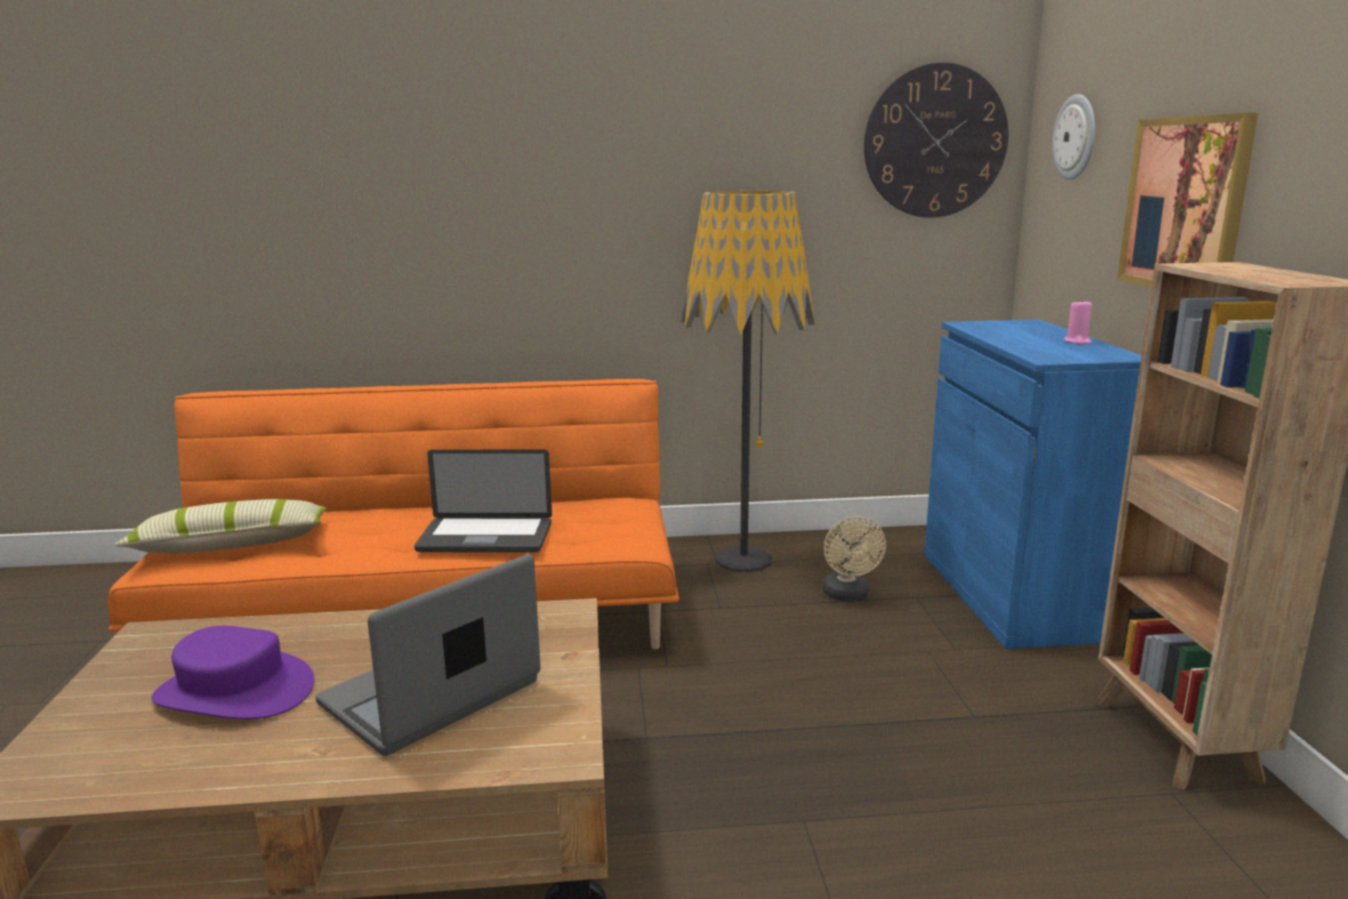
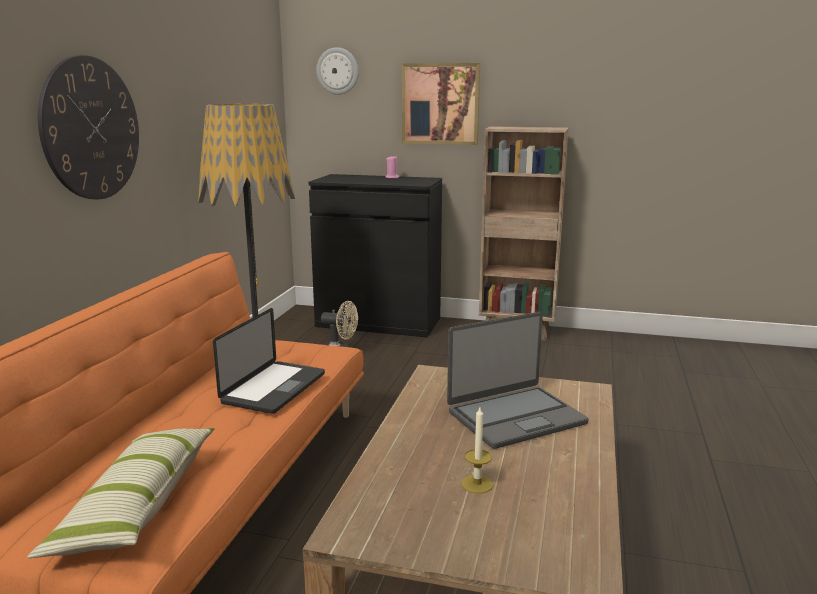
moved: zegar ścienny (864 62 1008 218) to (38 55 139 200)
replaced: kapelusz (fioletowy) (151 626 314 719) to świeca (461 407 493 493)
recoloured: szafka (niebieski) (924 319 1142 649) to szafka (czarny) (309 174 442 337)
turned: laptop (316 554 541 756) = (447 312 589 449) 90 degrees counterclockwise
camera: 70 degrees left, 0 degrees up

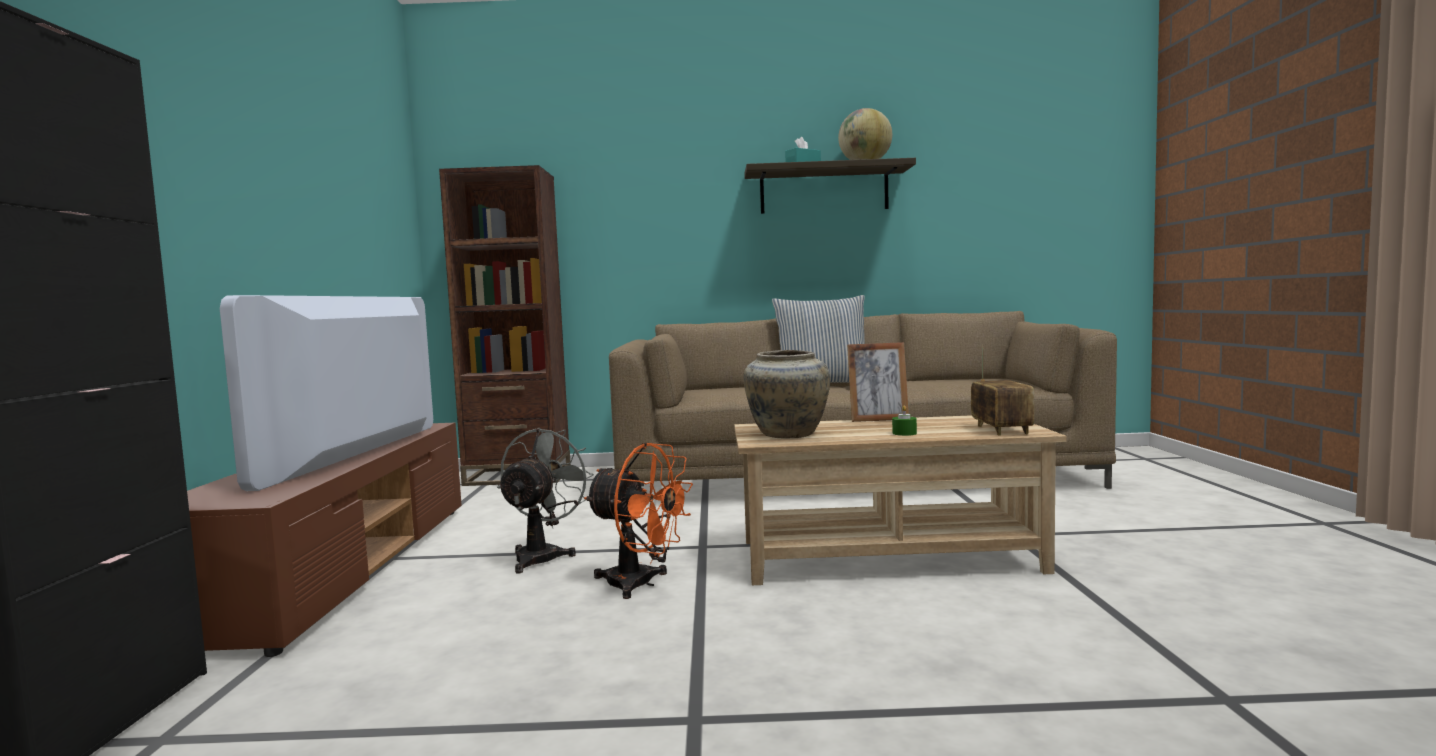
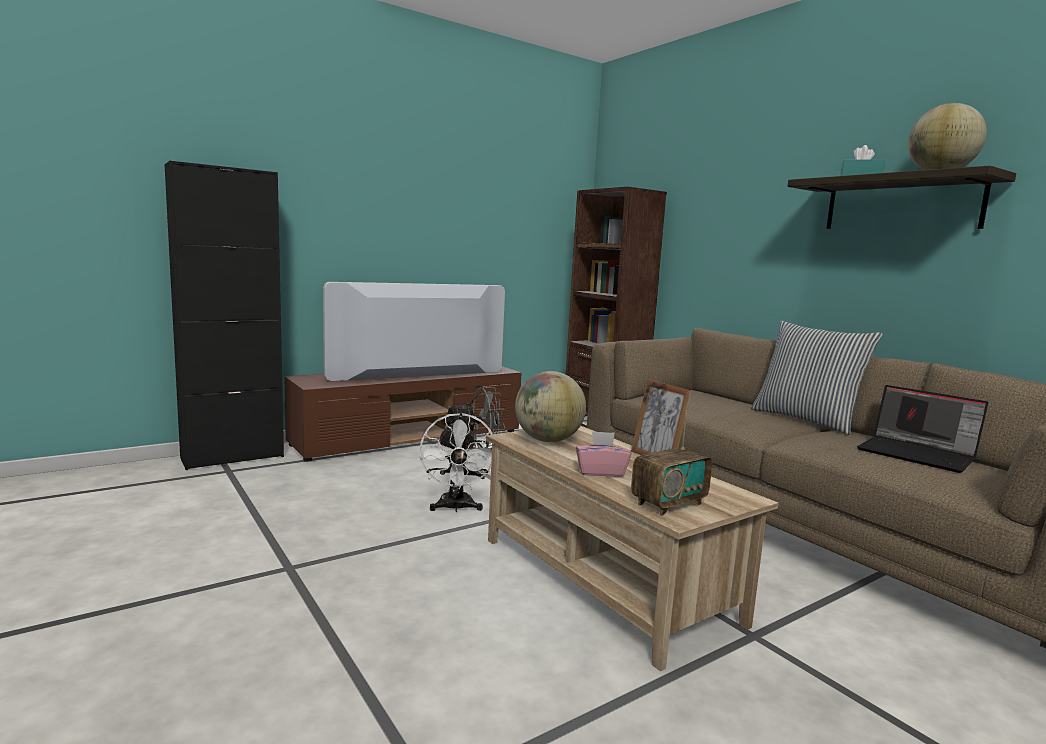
added: laptop (857 385 988 473)
replaced: wazon (beżowy) (743 350 830 439) to globus (515 371 586 442); świeca (zielony) (892 405 917 436) to pudełko chusteczek (różowy) (576 431 631 477)
recoloured: wentylator (pomarańczowy) (584 443 693 599) to wentylator (biały) (420 413 493 512)
camera: 55 degrees right, 5 degrees up

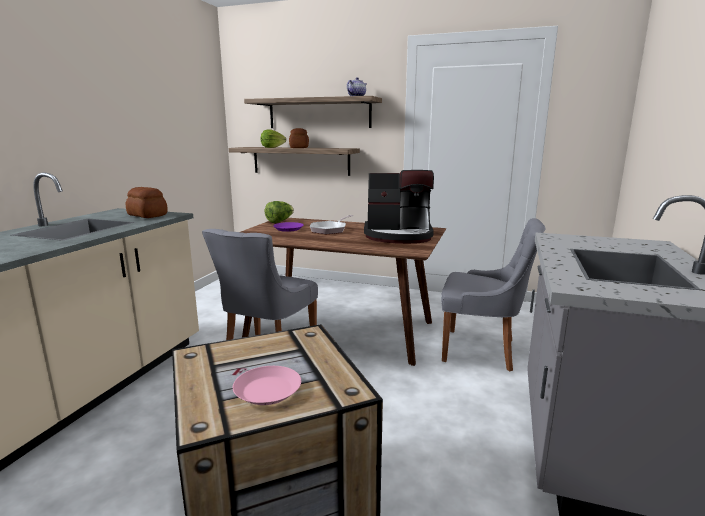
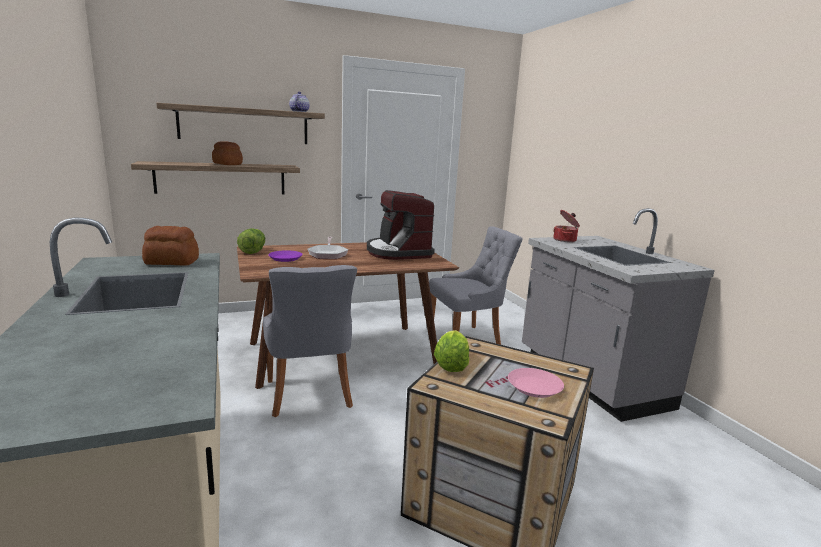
added: garnek (553 210 580 242)
moved: sałata (261 129 286 148) to (434 330 469 372)
turned: ekspres do kawy (364 170 434 244) = (367 190 435 260) 105 degrees clockwise
camera: 40 degrees left, 0 degrees up

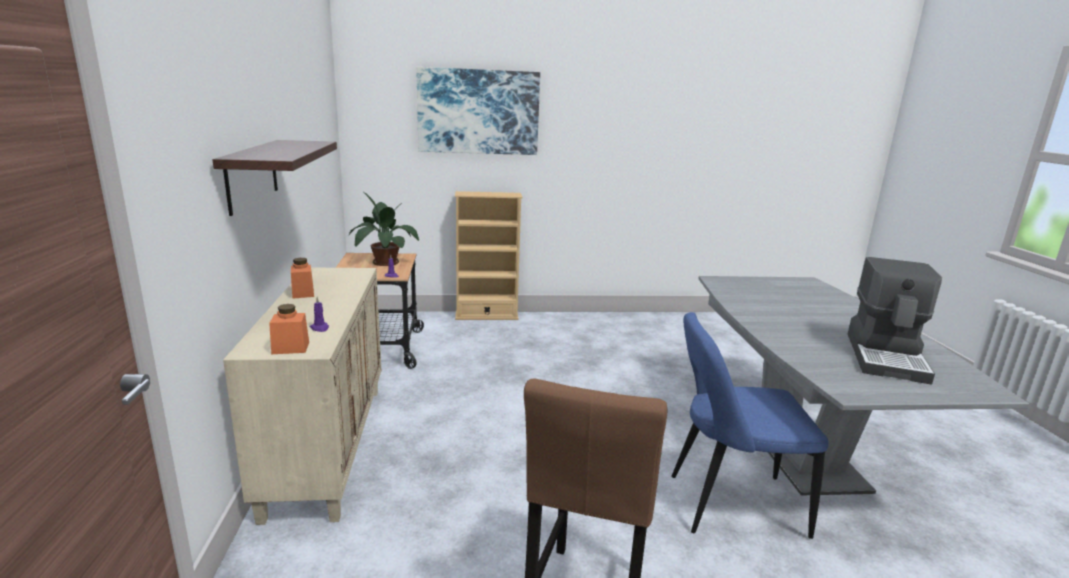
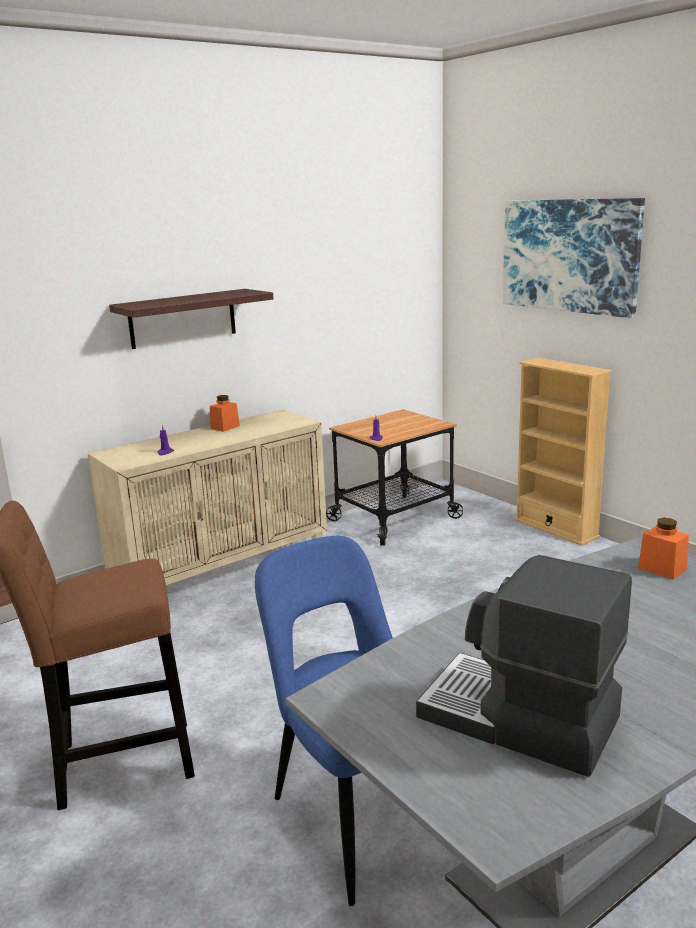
removed: roślina doniczkowa (349 192 419 266)
moved: słoik (pomarańczowy) (269 304 309 354) to (638 518 689 580)
turned: ekspres do kawy (848 257 942 385) = (416 555 632 777) 45 degrees clockwise
camera: 60 degrees right, 0 degrees up

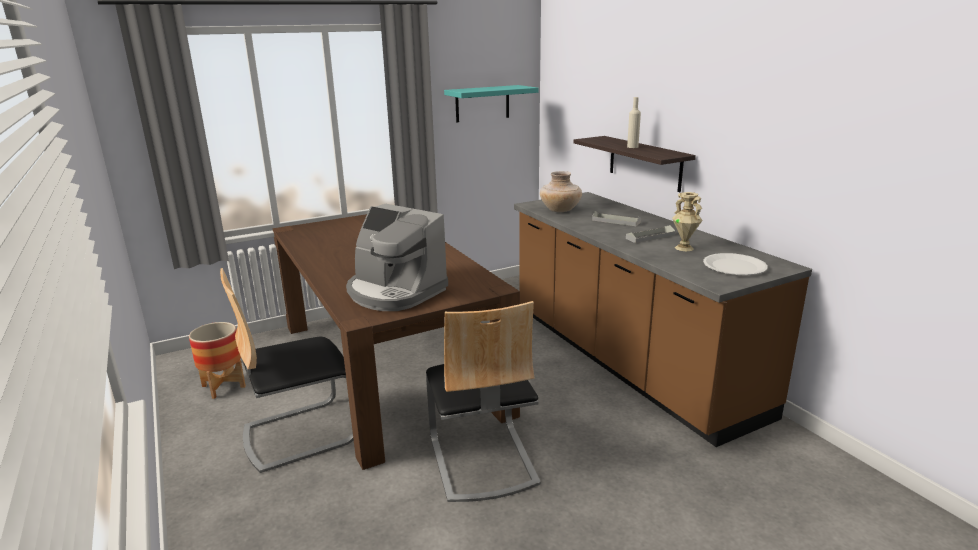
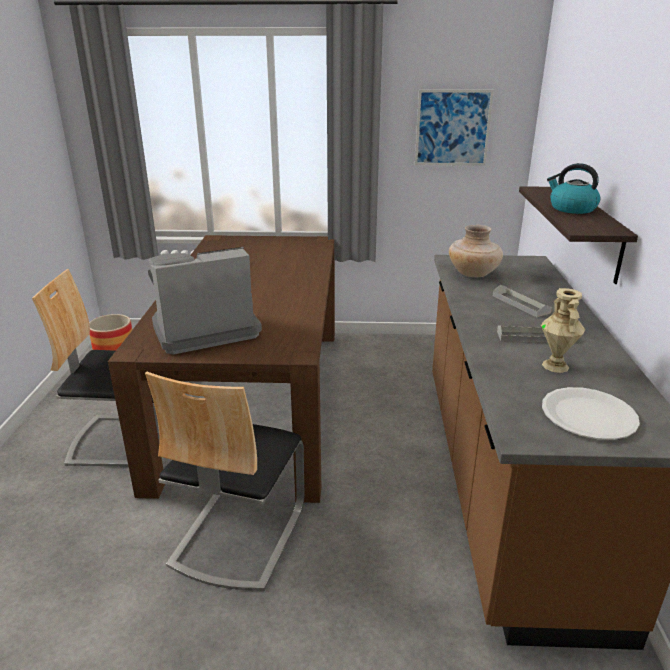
replaced: półka (turkusowy) (444 85 538 122) to obraz (415 90 494 166); butelka (beżowy) (627 97 641 148) to czajnik (547 163 600 214)
turned: ekspres do kawy (346 204 448 311) = (148 247 262 355) 90 degrees clockwise
camera: 30 degrees right, 5 degrees up

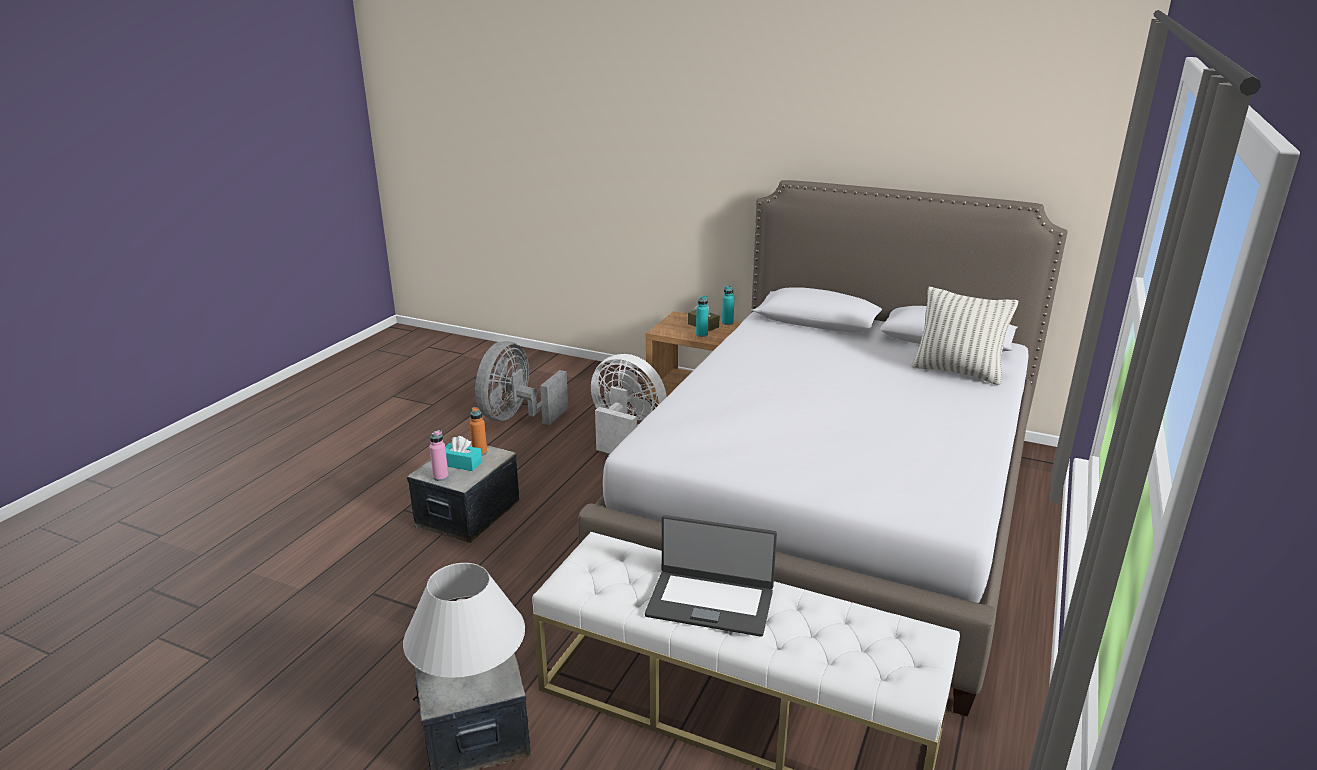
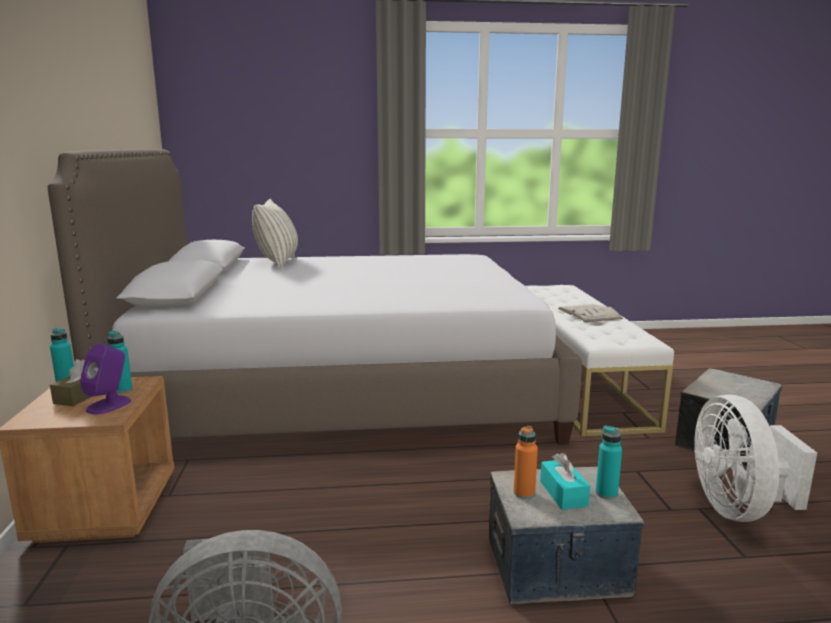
removed: lampa stołowa (biały) (403 563 525 678)
added: głośnik (fioletowy) (80 344 131 414)
moved: wentylator (biały) (591 354 666 454) to (694 395 817 522)
replaced: laptop (645 515 777 637) to książka (biały) (558 304 623 322)
recoloured: butelka (różowy) (429 430 449 481) to butelka (turkusowy) (596 426 622 499)
camera: 120 degrees left, 10 degrees down

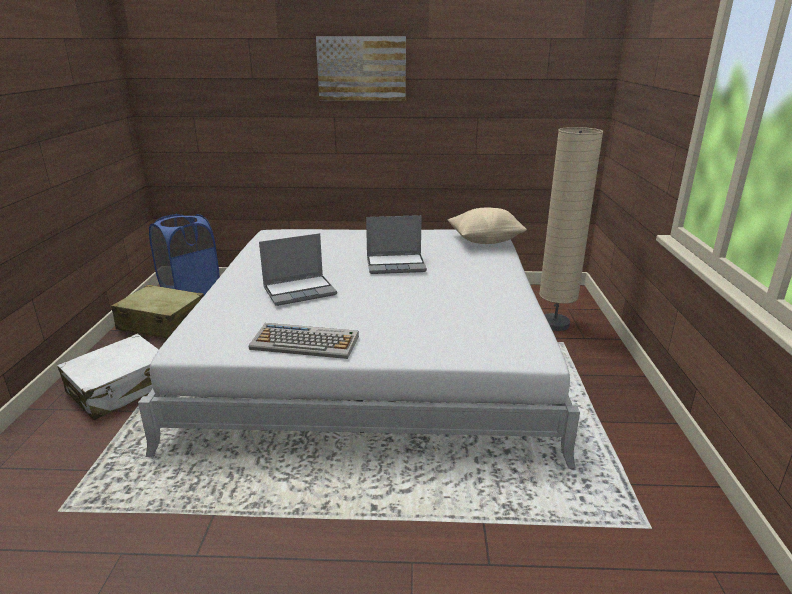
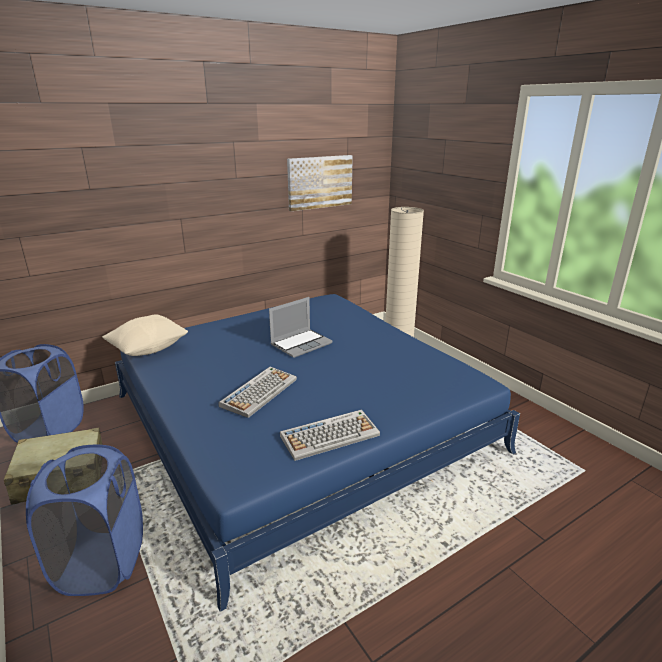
moved: obraz (316 37 406 101) to (287 155 353 211); poduszka (beżowy) (448 208 527 244) to (102 314 188 356)
replaced: walizka (biały) (57 334 159 420) to kosz na pranie (niebieski) (26 445 143 596); laptop (259 233 337 306) to klawiatura (218 367 297 418)
recoloured: łóżko (biały) (138 229 580 468) to łóżko (niebieski) (115 294 520 612)
camera: 35 degrees left, 0 degrees up

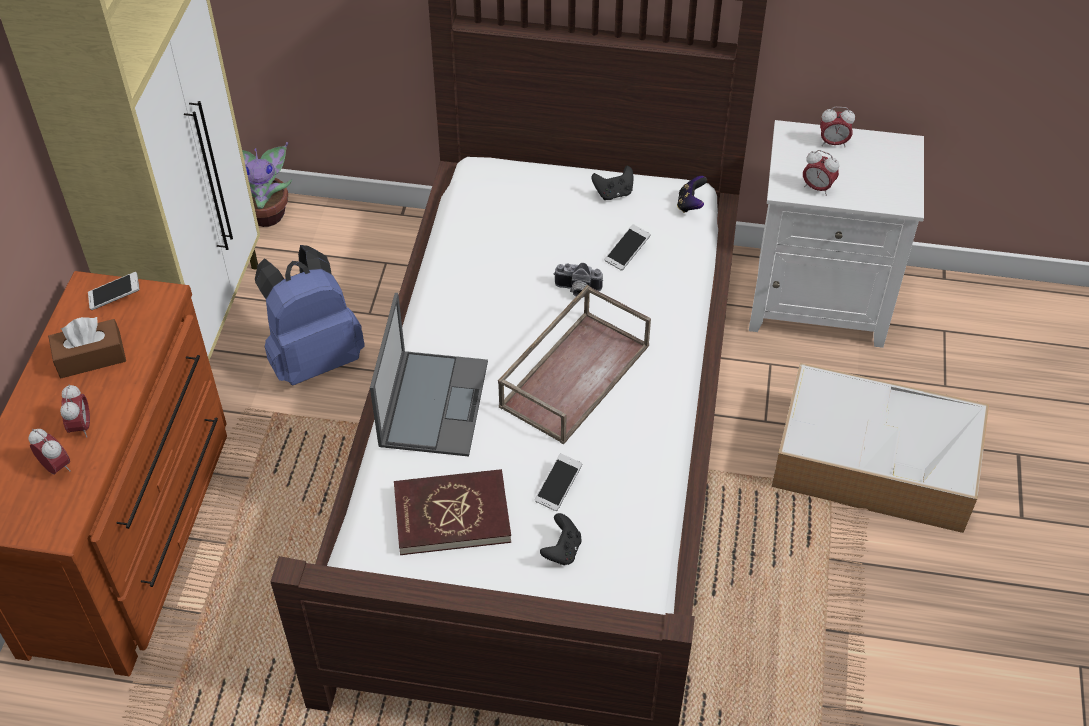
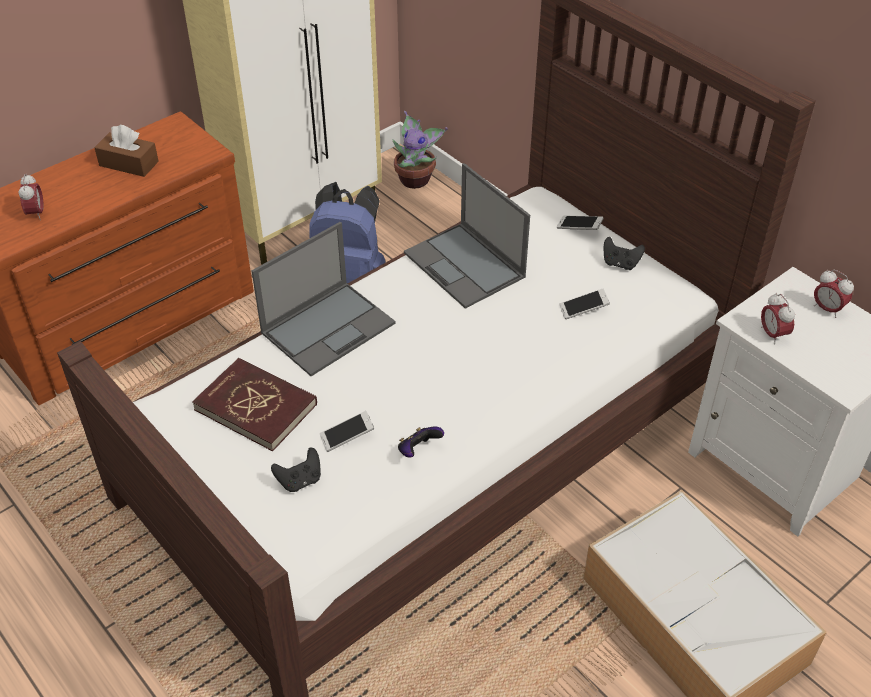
removed: budzik (60 384 90 438); taca (brązowy) (498 285 651 445); aparat fotograficzny (554 263 603 298)
added: laptop (404 163 530 309)
moved: telefon (88 272 140 310) to (557 216 604 230); pad do gier (677 176 707 213) to (398 427 444 458)
camera: 40 degrees right, 5 degrees down

